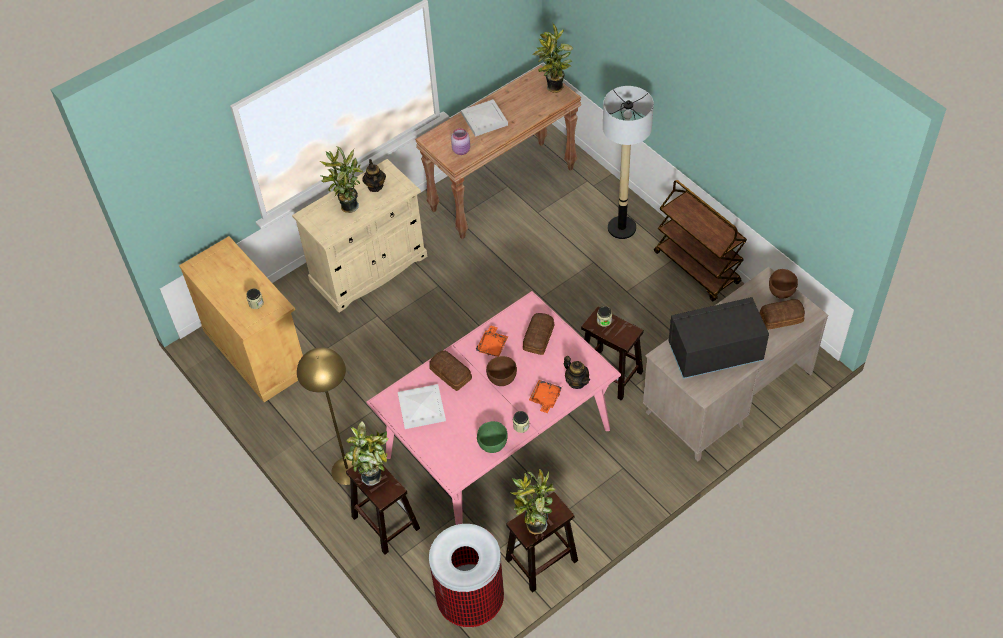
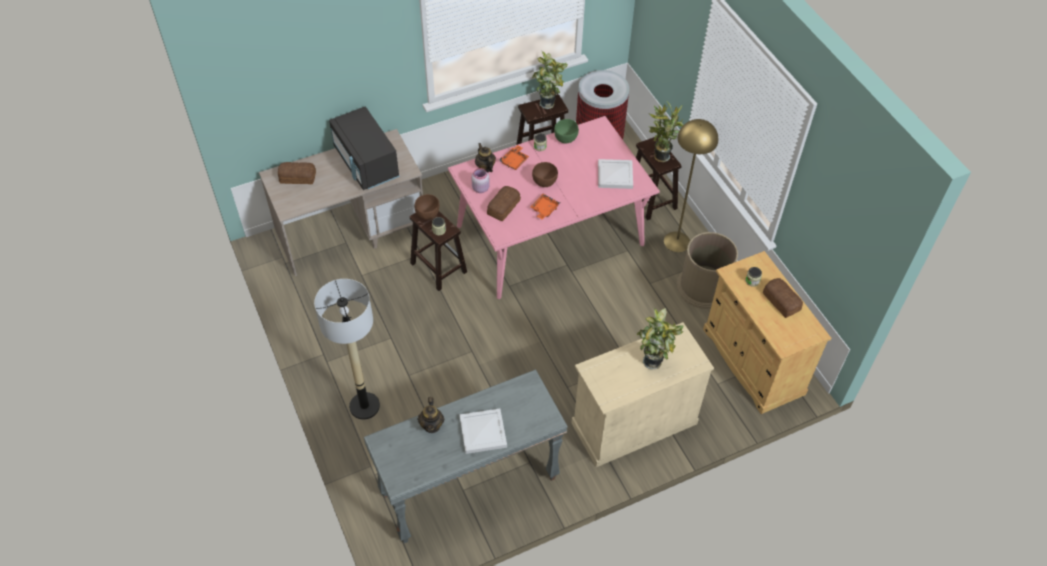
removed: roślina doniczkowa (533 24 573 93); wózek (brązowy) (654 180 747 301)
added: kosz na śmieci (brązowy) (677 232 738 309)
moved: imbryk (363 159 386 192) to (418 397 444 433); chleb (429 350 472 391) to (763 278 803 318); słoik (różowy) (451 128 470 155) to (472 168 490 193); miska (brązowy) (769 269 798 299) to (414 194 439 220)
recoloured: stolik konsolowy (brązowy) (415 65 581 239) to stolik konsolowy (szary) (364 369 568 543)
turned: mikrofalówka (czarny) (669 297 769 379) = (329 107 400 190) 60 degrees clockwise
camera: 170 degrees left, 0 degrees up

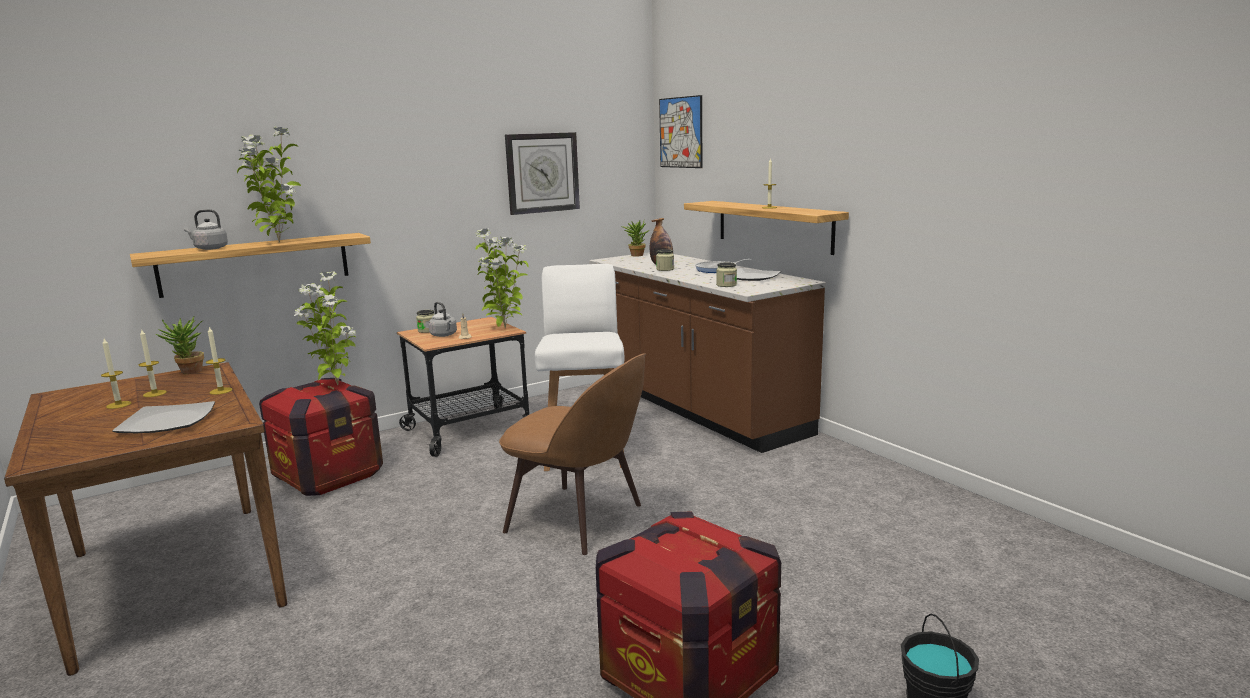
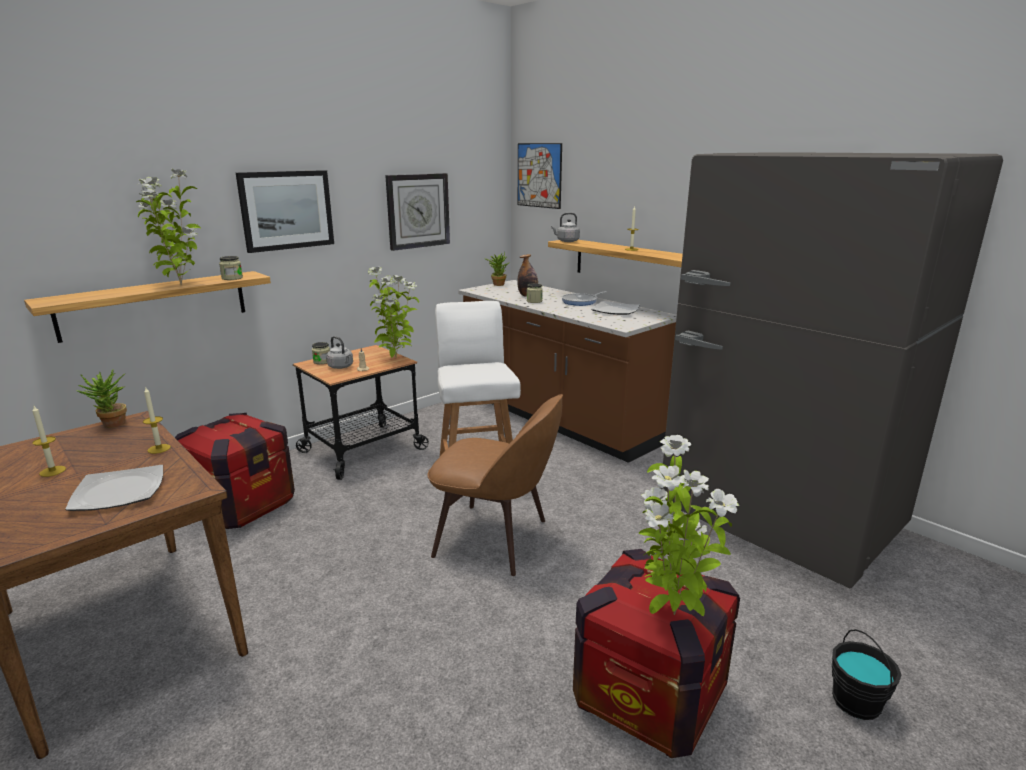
removed: świeca (139 330 167 397)
added: obraz (236 170 334 253); lodówka (szary) (661 152 1003 588)
moved: czajnik (szary) (184 209 228 250) to (551 213 580 242); roślina doniczkowa (294 271 356 385) to (639 435 739 616); słoik (716 263 737 287) to (219 256 243 280)
camera: 10 degrees left, 5 degrees up

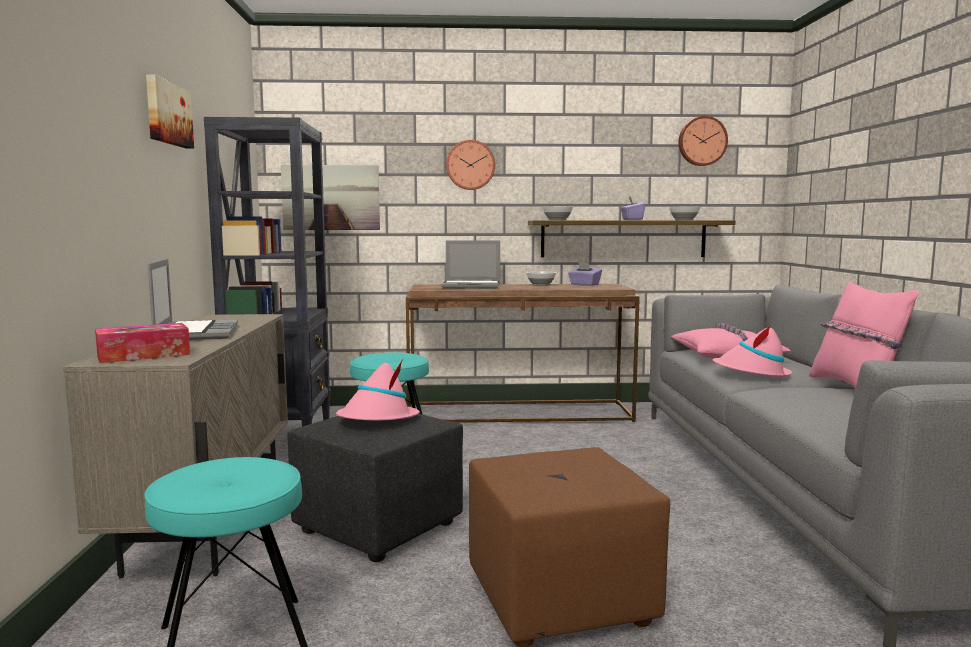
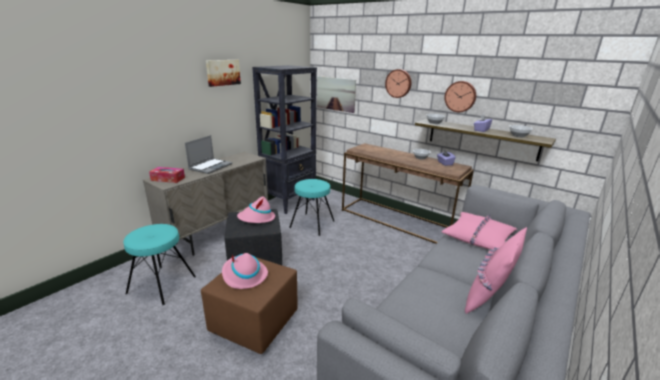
removed: laptop (441 241 500 289)
moved: zegar ścienny (678 116 728 166) to (444 81 476 112); kapelusz (różowy) (713 324 792 377) to (222 253 268 289)
camera: 40 degrees right, 15 degrees up

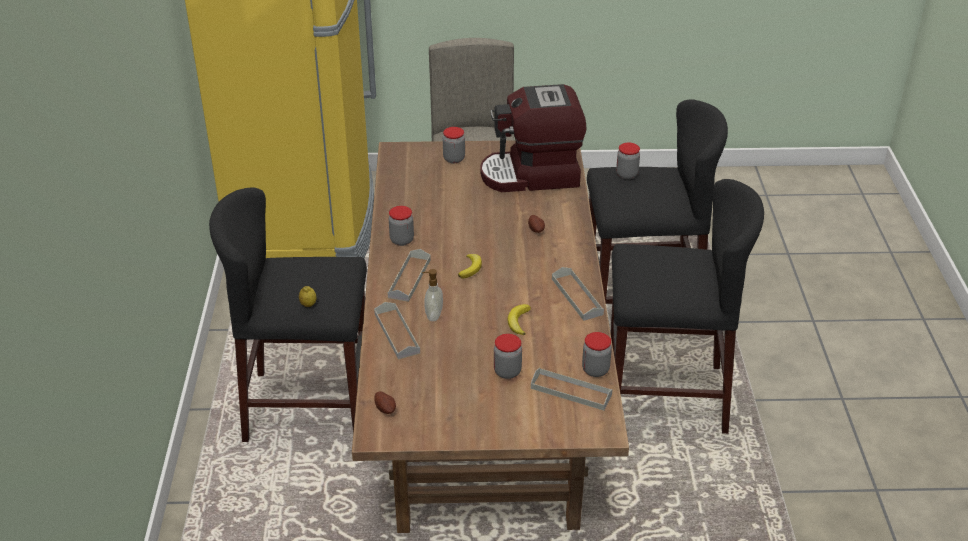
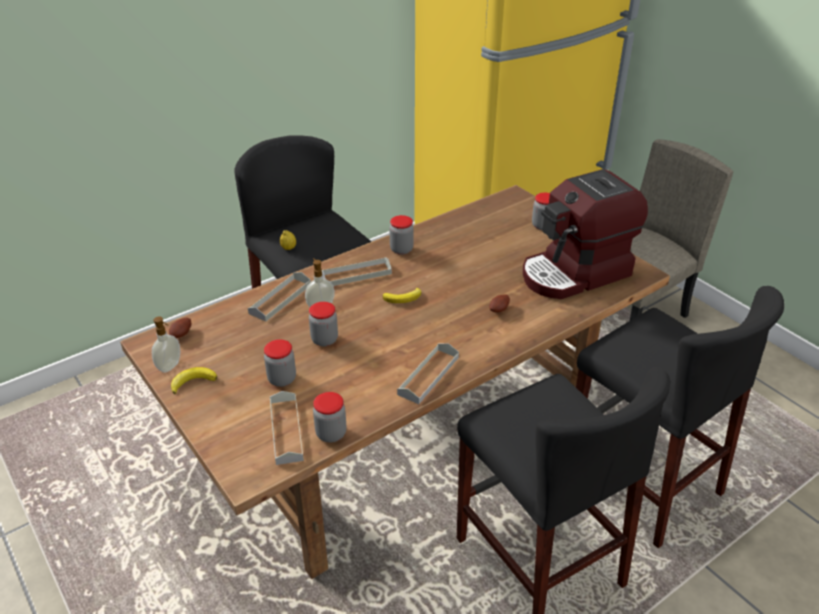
added: dozownik mydła (152 316 180 373)
moved: banan (507 304 531 335) to (171 367 217 394); słoik (616 143 640 179) to (309 302 338 346)
turned: ekspres do kawy (480 84 587 192) = (523 169 648 299) 75 degrees counterclockwise
camera: 55 degrees right, 0 degrees up

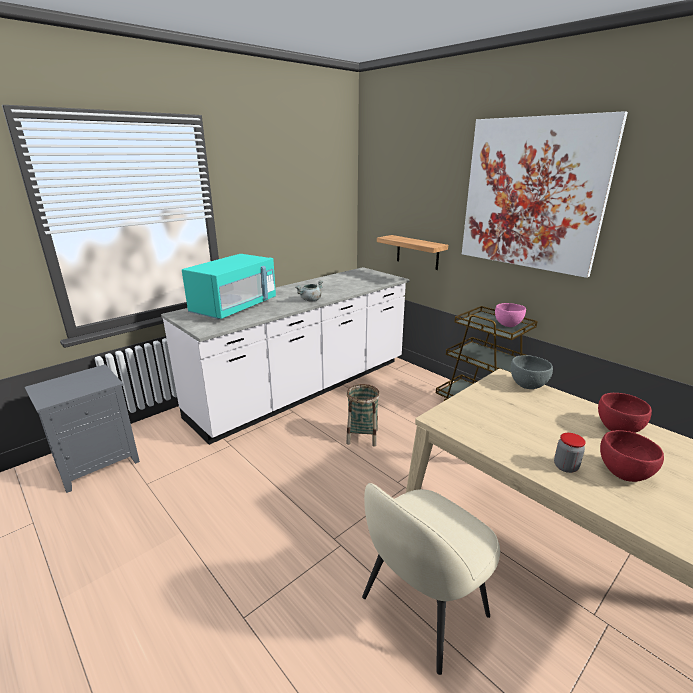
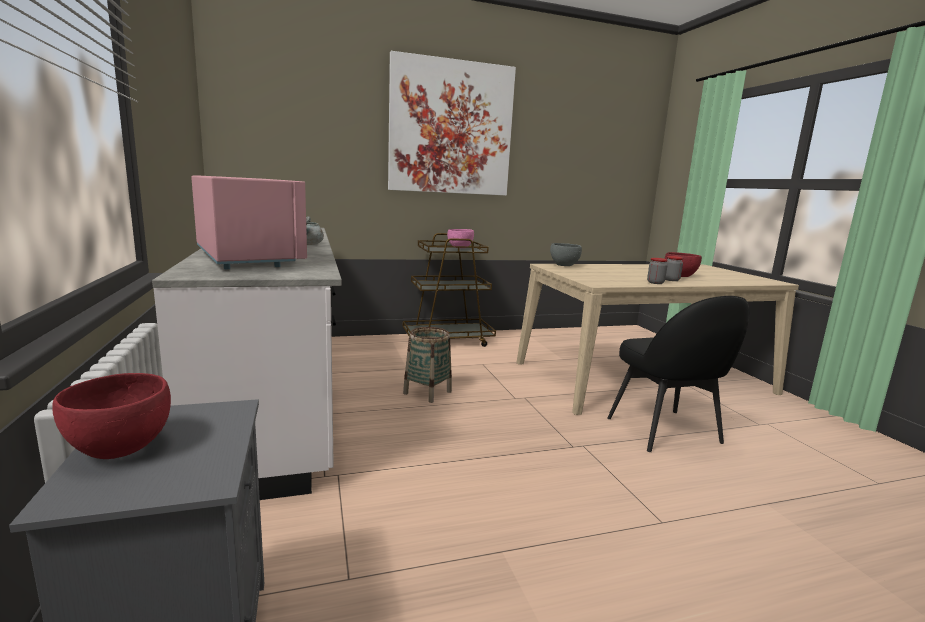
removed: półka (377 235 448 270)
added: słoik (647 258 668 284)
moved: miska (czerwony) (598 393 652 433) to (52 373 171 459)
recoloured: mikrofalówka (turkusowy) (182 254 276 319) to mikrofalówka (różowy) (191 175 307 269); krzesło (beżowy) (362 483 500 675) to krzesło (czarny) (607 296 750 452)
camera: 65 degrees left, 10 degrees down

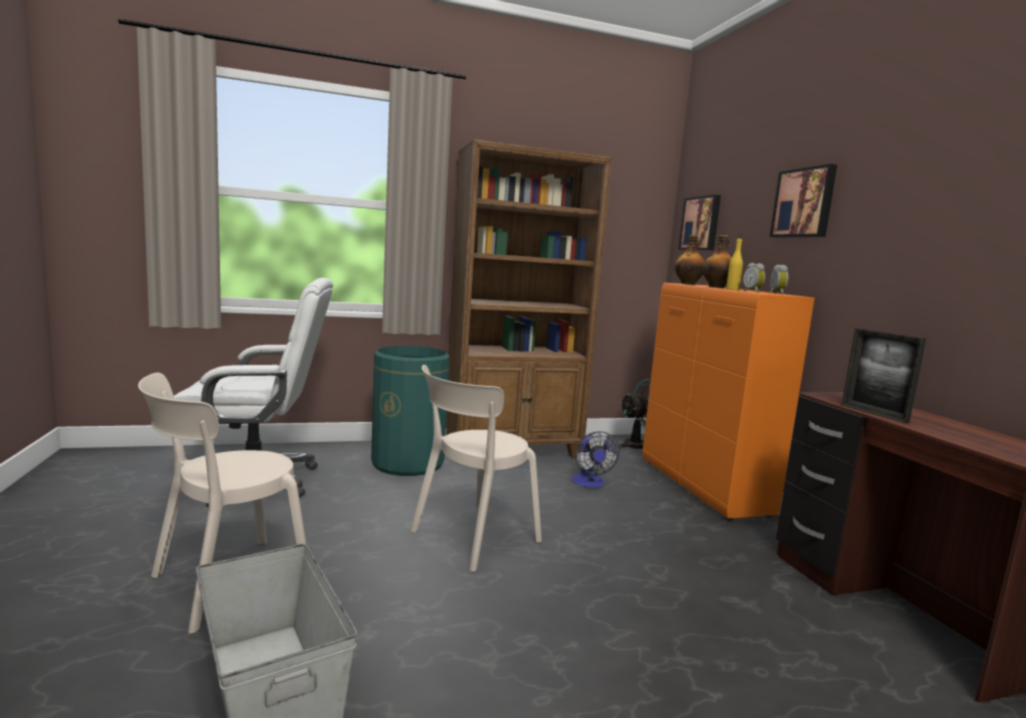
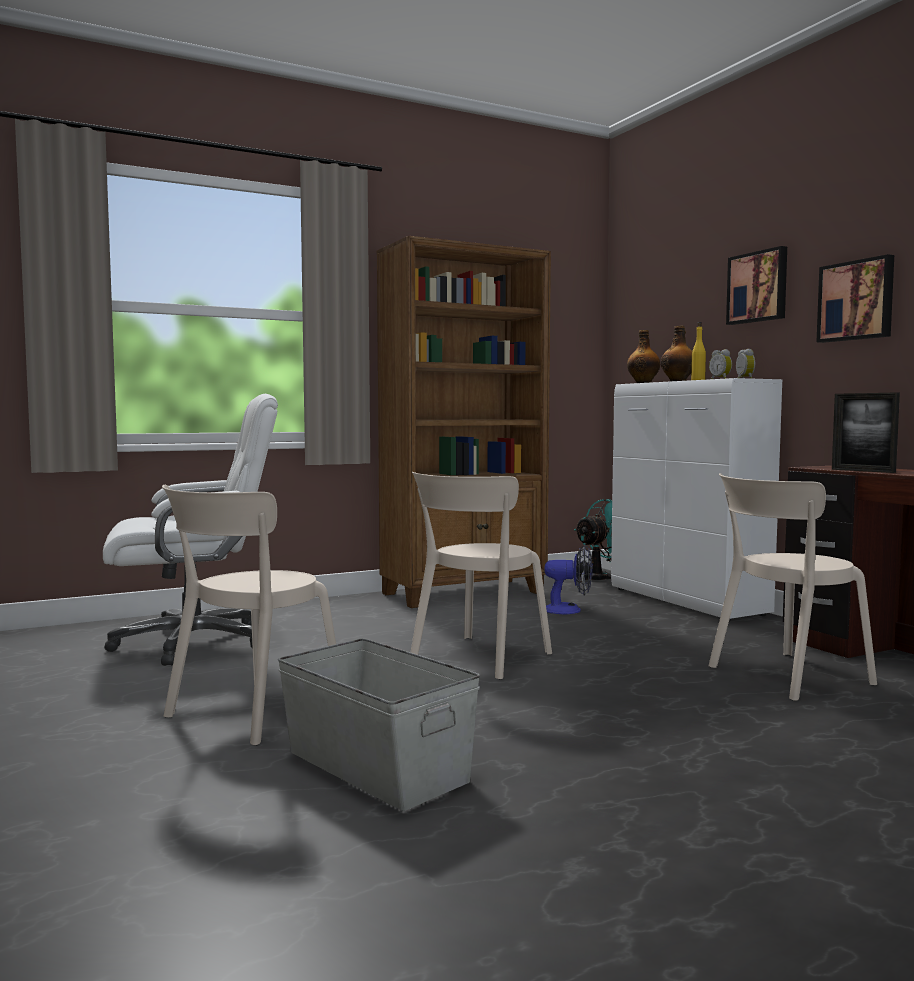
removed: kosz na śmieci (zielony) (371 346 450 476)
added: krzesło (beżowy) (708 473 877 701)
moved: obraz (678 195 721 250) to (816 254 894 343)
recoloured: szafka (pomarańczowy) (642 283 815 520) to szafka (biały) (611 378 782 622)
turned: wentylator (572 431 620 488) = (544 545 592 614) 60 degrees counterclockwise
camera: 10 degrees left, 5 degrees down

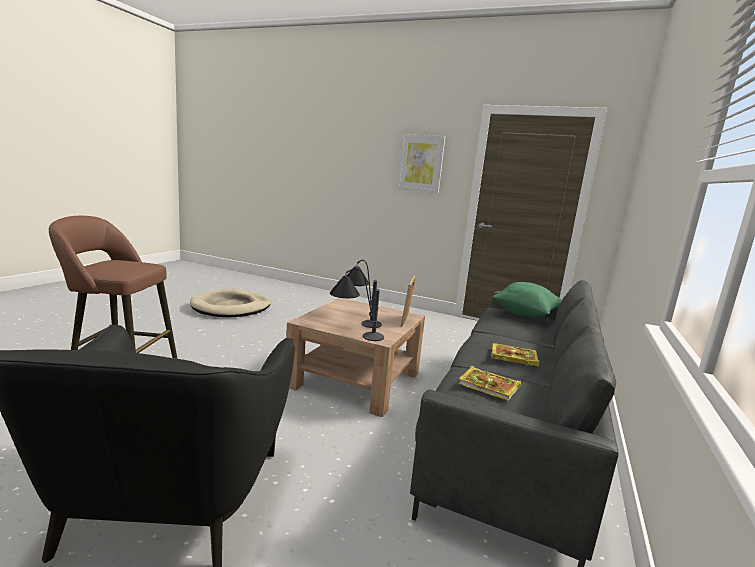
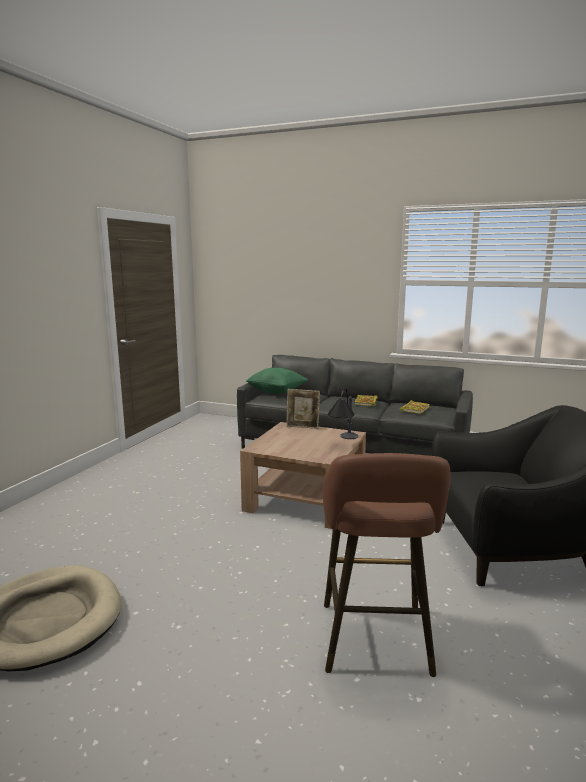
removed: lampa stołowa (347 260 382 328); obraz (397 134 445 193)
camera: 90 degrees left, 0 degrees up

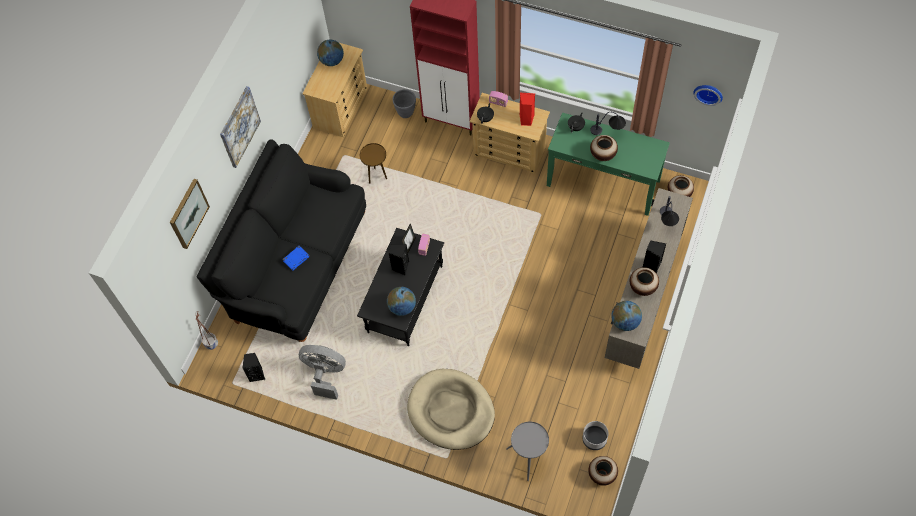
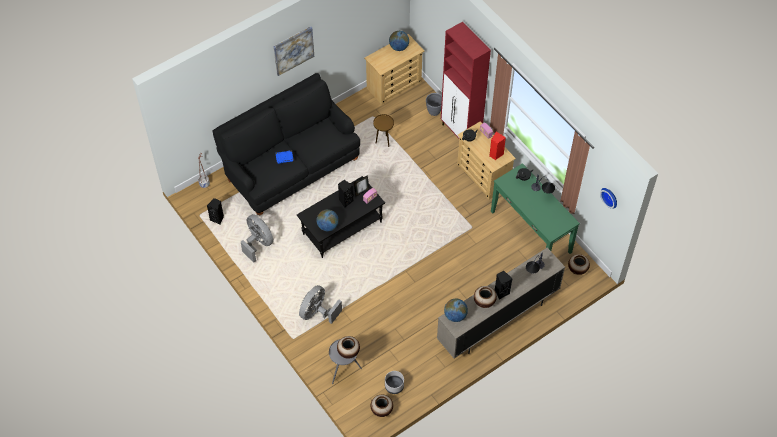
removed: obraz (170 179 210 249)
moved: wazon (590 135 618 161) to (337 336 360 359)
replaced: legowisko (beżowy) (407 369 495 450) to wentylator (szary) (299 285 342 324)
camera: 30 degrees right, 5 degrees down

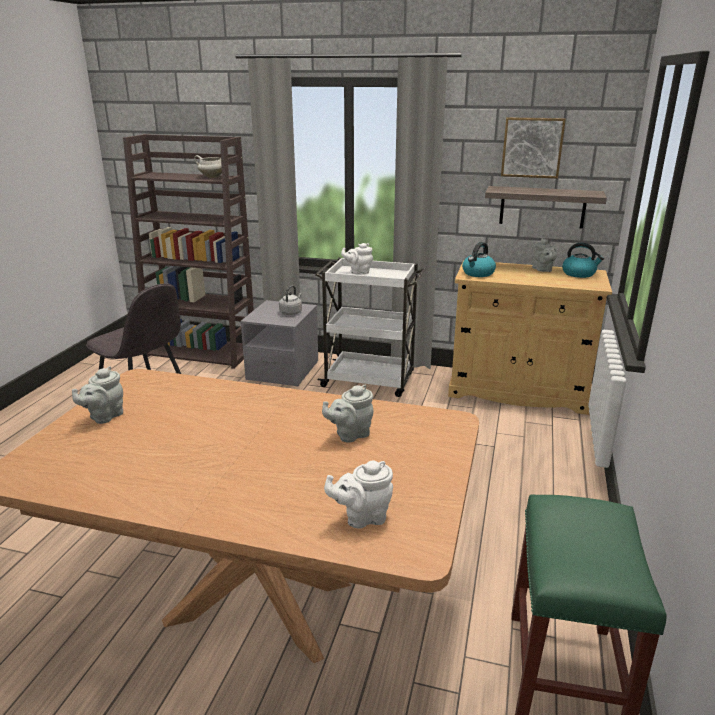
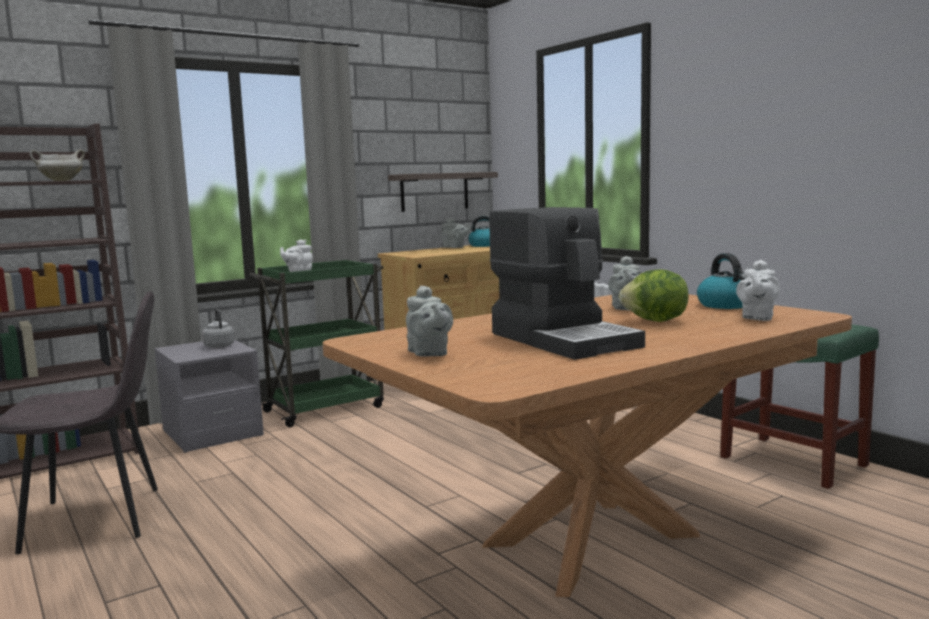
removed: obraz (501 117 566 179)
added: ekspres do kawy (489 207 645 360); sałata (619 269 688 322)
moved: czajnik (462 242 496 277) to (697 253 745 309)
recoloured: wózek (biały) (315 258 425 397) to wózek (zielony) (249 260 384 427)
camera: 50 degrees left, 15 degrees down

